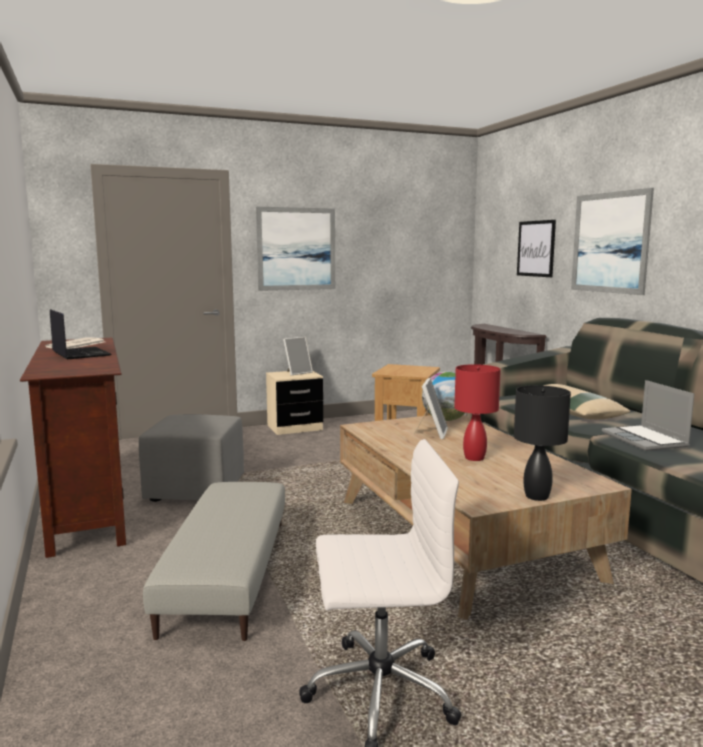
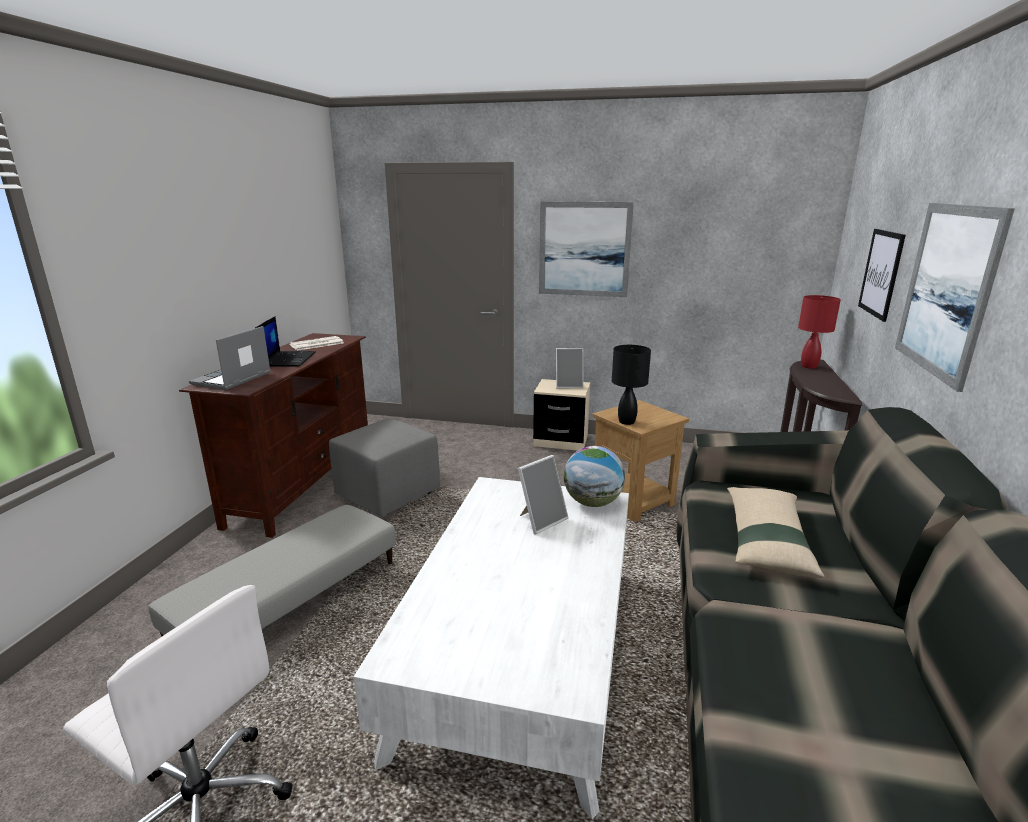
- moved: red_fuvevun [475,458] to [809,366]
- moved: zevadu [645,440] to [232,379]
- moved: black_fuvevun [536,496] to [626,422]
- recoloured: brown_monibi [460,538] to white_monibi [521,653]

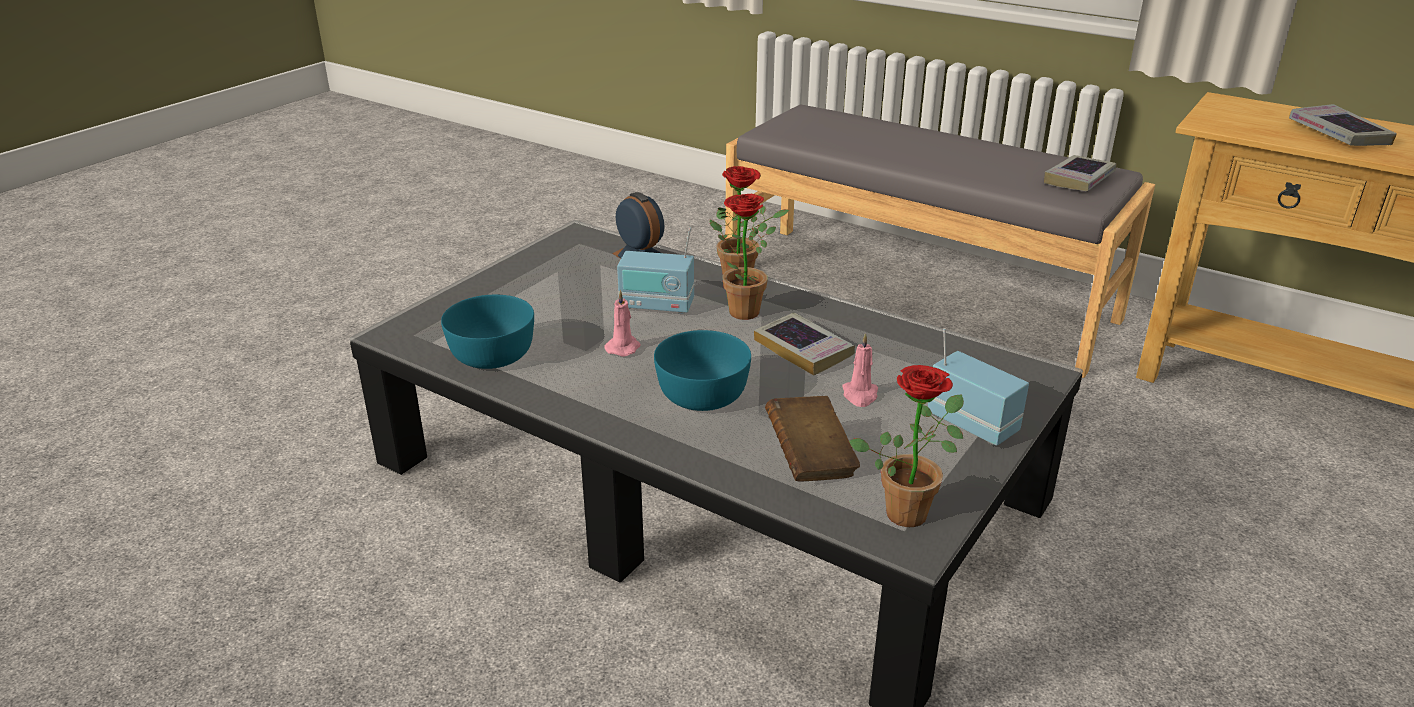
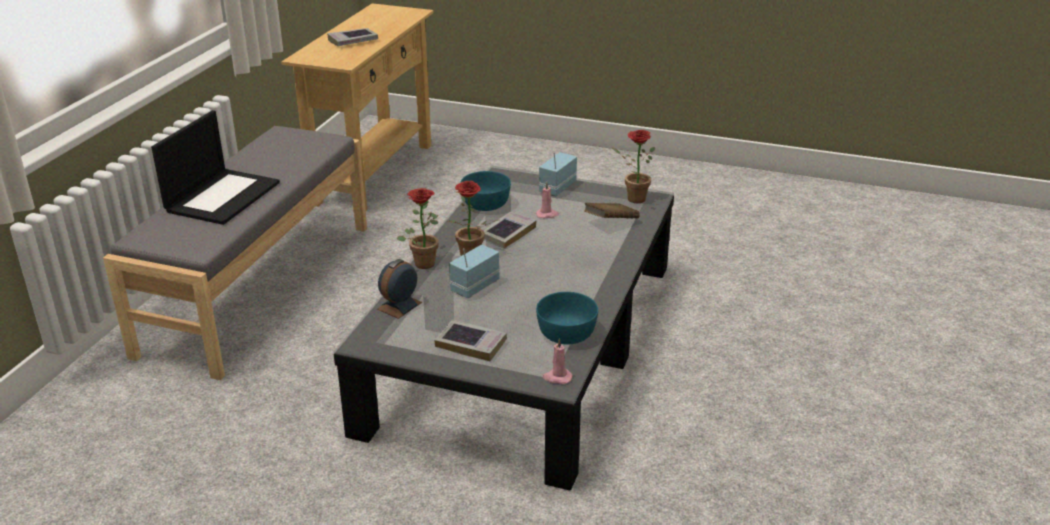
- moved: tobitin [1079,179] to [471,344]
- turned: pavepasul [656,306] = [474,286] 135 degrees counterclockwise
- moved: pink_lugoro [623,347] to [557,377]
- moved: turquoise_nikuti [701,395] to [486,204]
- added: zevadu [222,196]

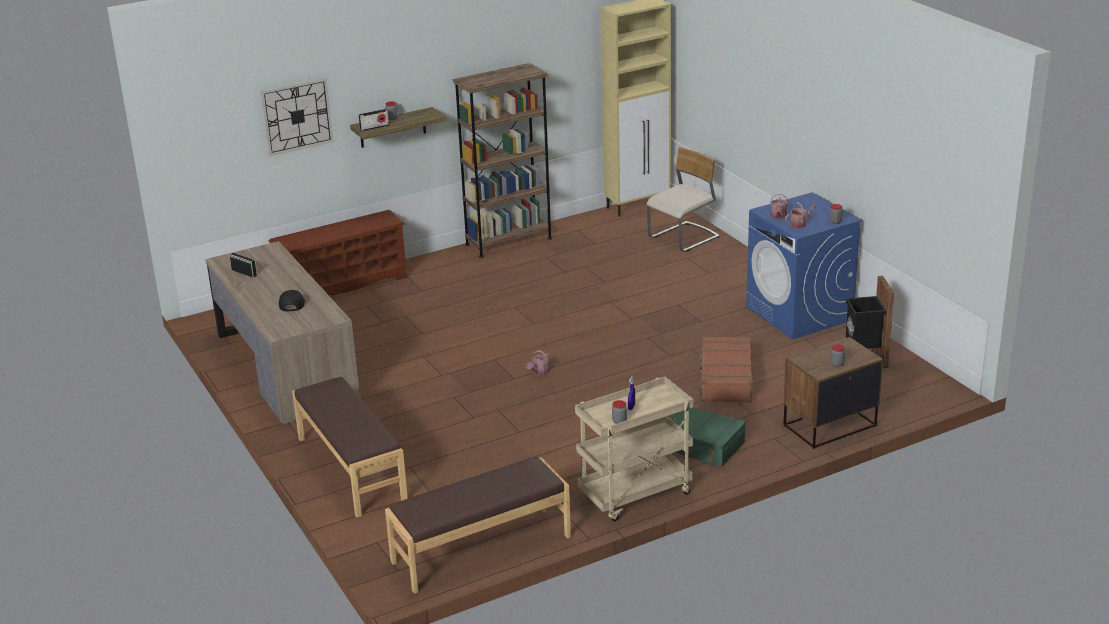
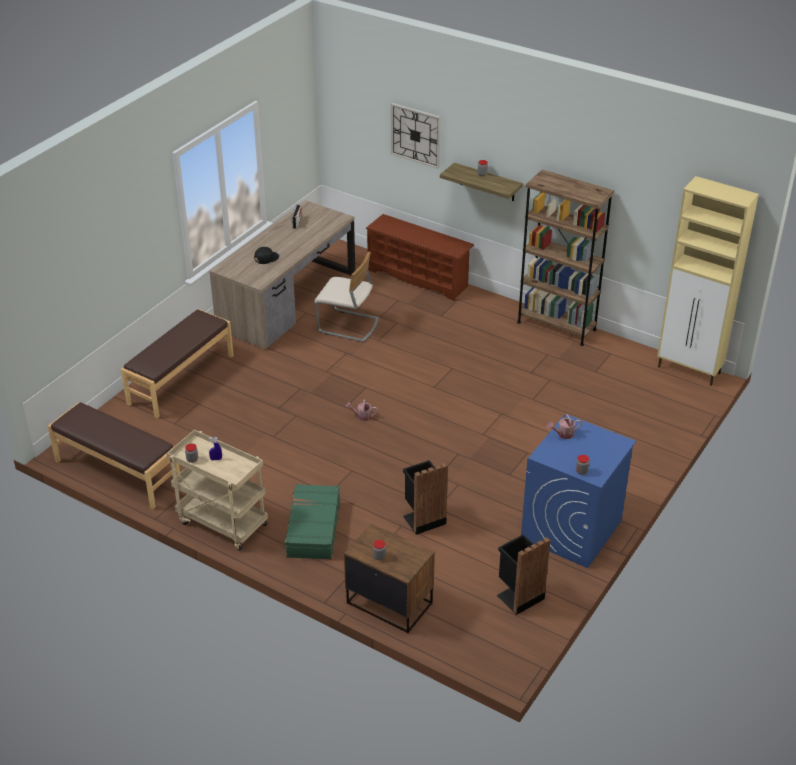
- removed: pavepasul [374,127]
- moved: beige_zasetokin [684,238] to [348,326]
- removed: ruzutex [800,224]
- replaced: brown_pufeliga [725,379] to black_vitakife [423,518]

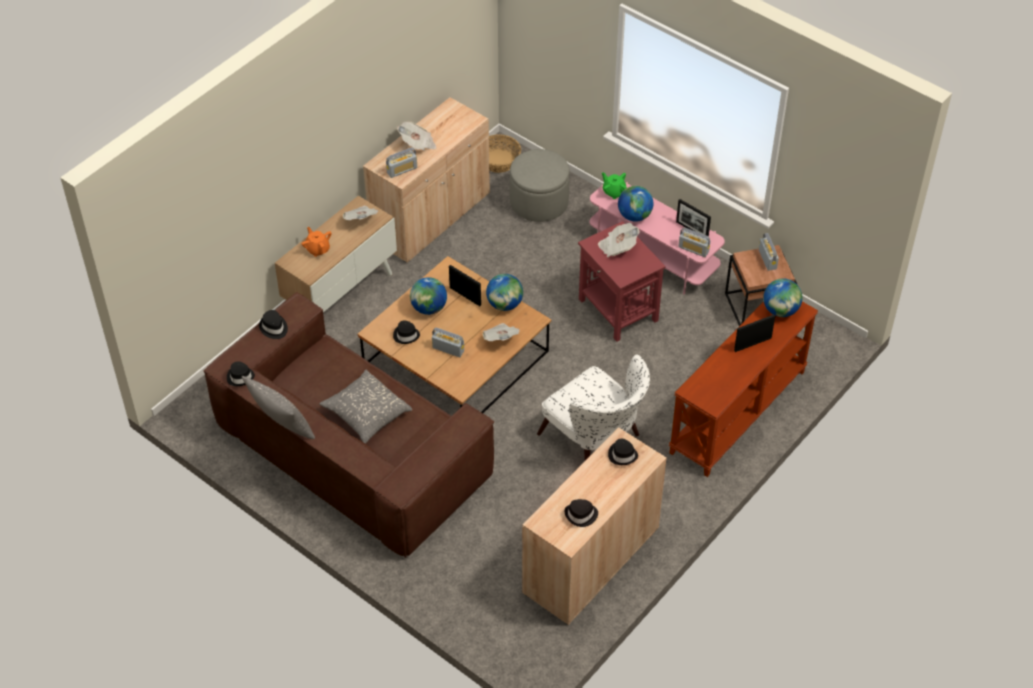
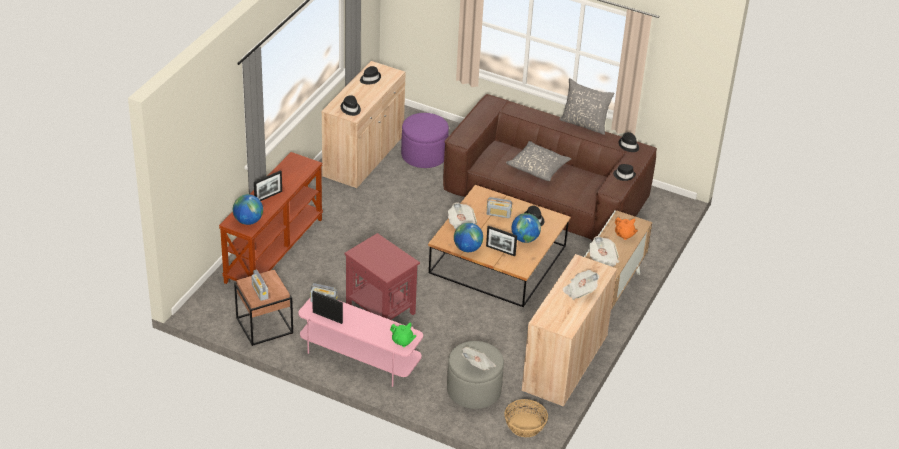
- removed: pavepasul [402,170]
- removed: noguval [634,216]
- moved: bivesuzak [617,247] to [478,365]
- removed: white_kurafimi [596,441]
- added: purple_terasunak [424,155]

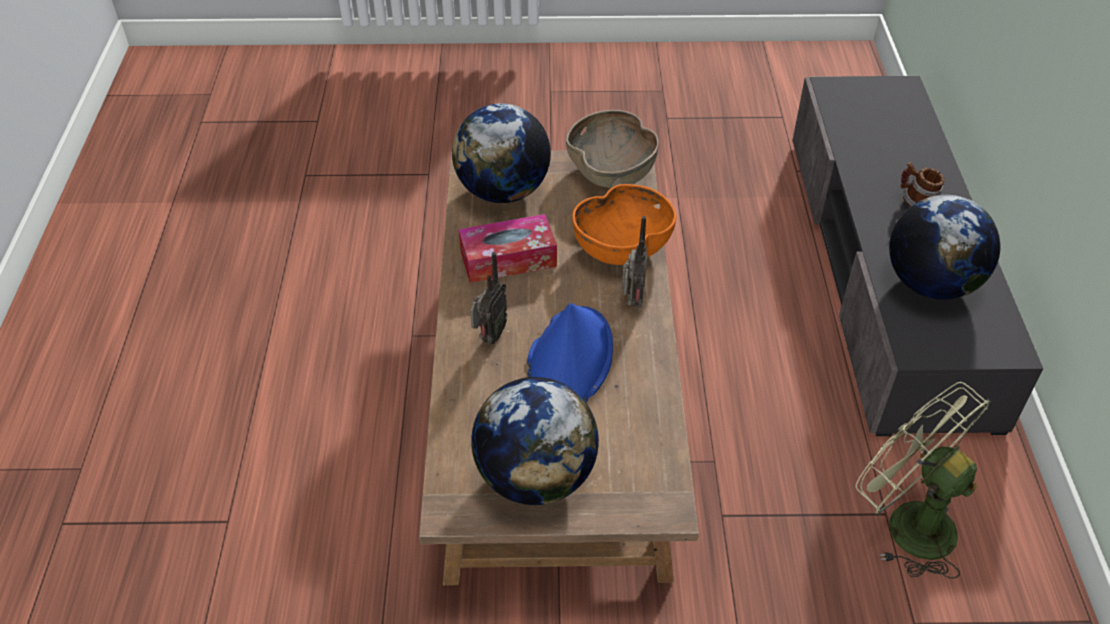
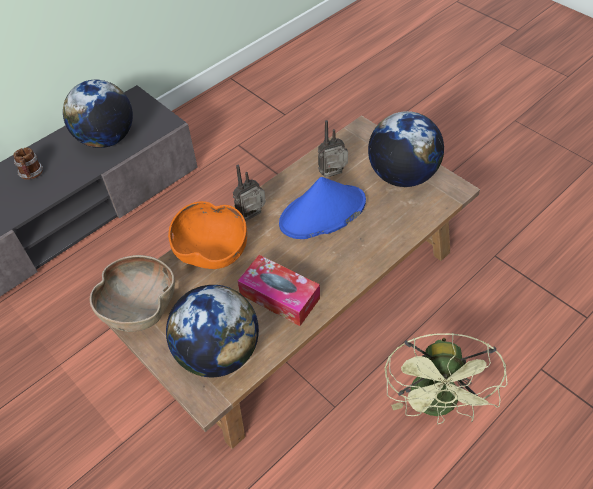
- moved: pavepasul [489,337] to [334,176]
- moved: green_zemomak [906,522] to [436,405]

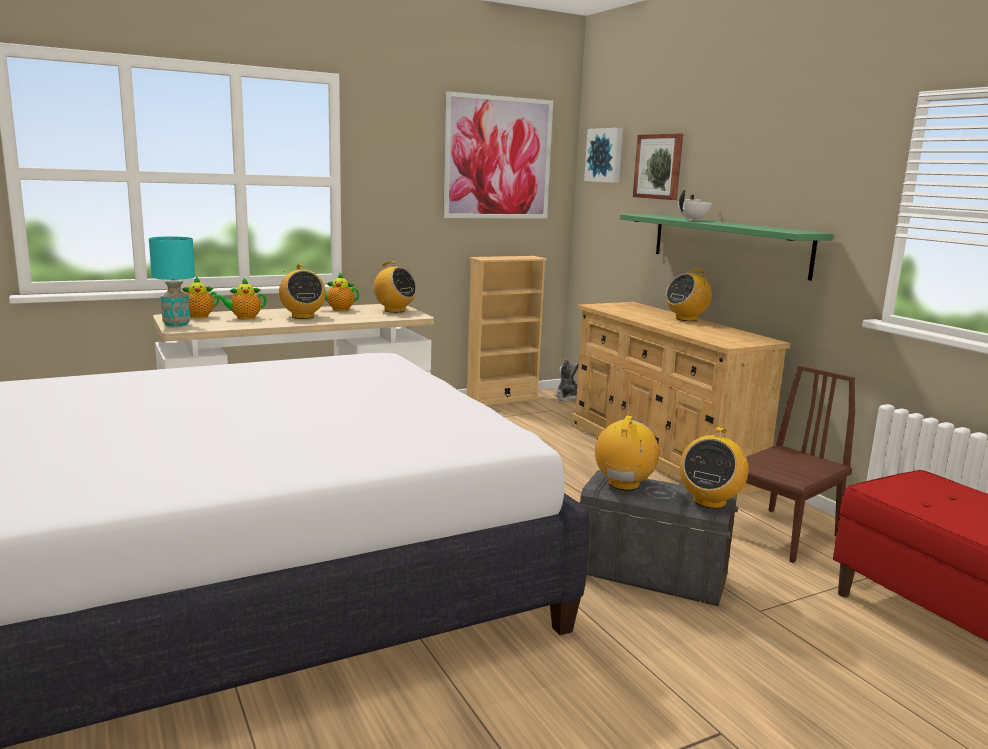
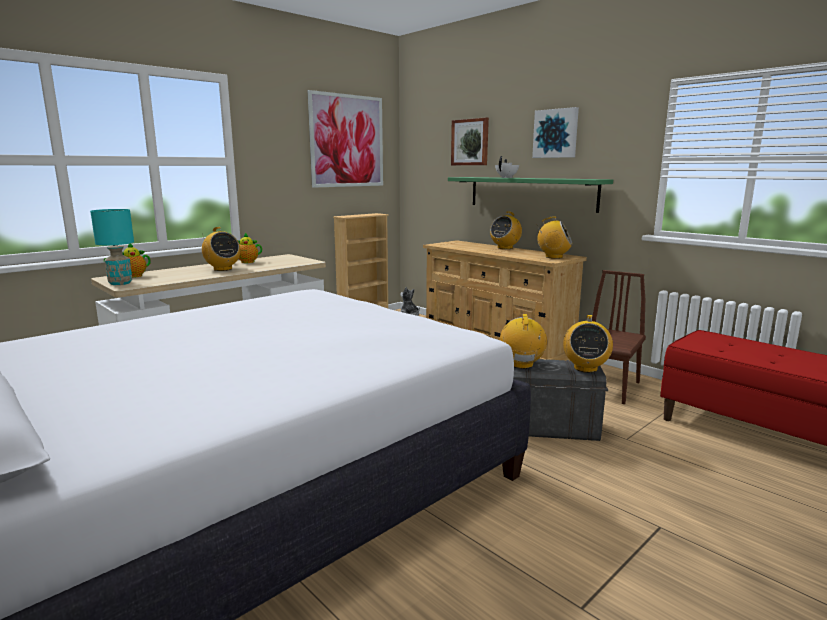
- moved: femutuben [605,155] to [556,133]
- moved: pavepasul [394,310] to [553,257]
- removed: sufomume [243,318]

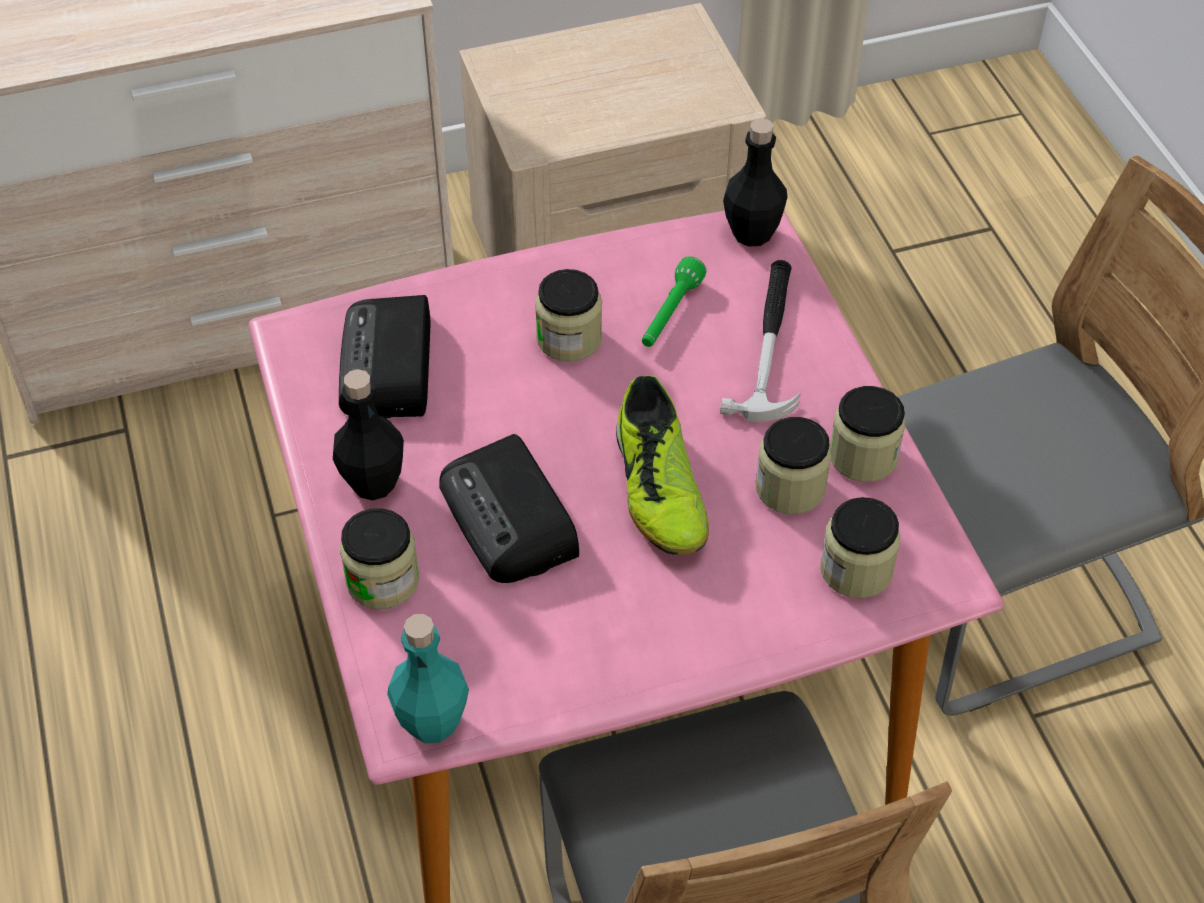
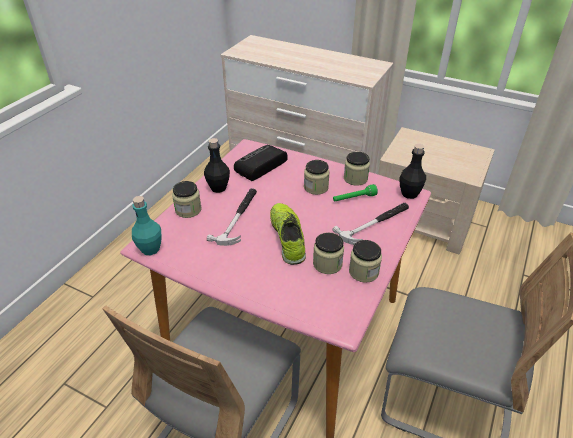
- turned: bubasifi [658,489] = [288,237] 135 degrees clockwise
- replaced: pavepasul [511,519] to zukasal [238,218]
- moved: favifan [856,570] to [355,178]

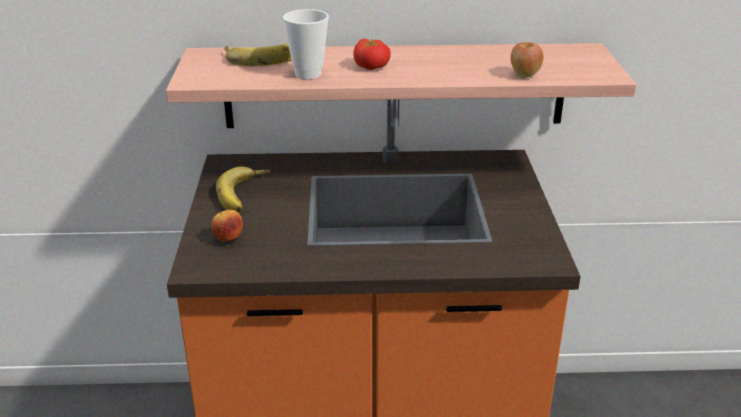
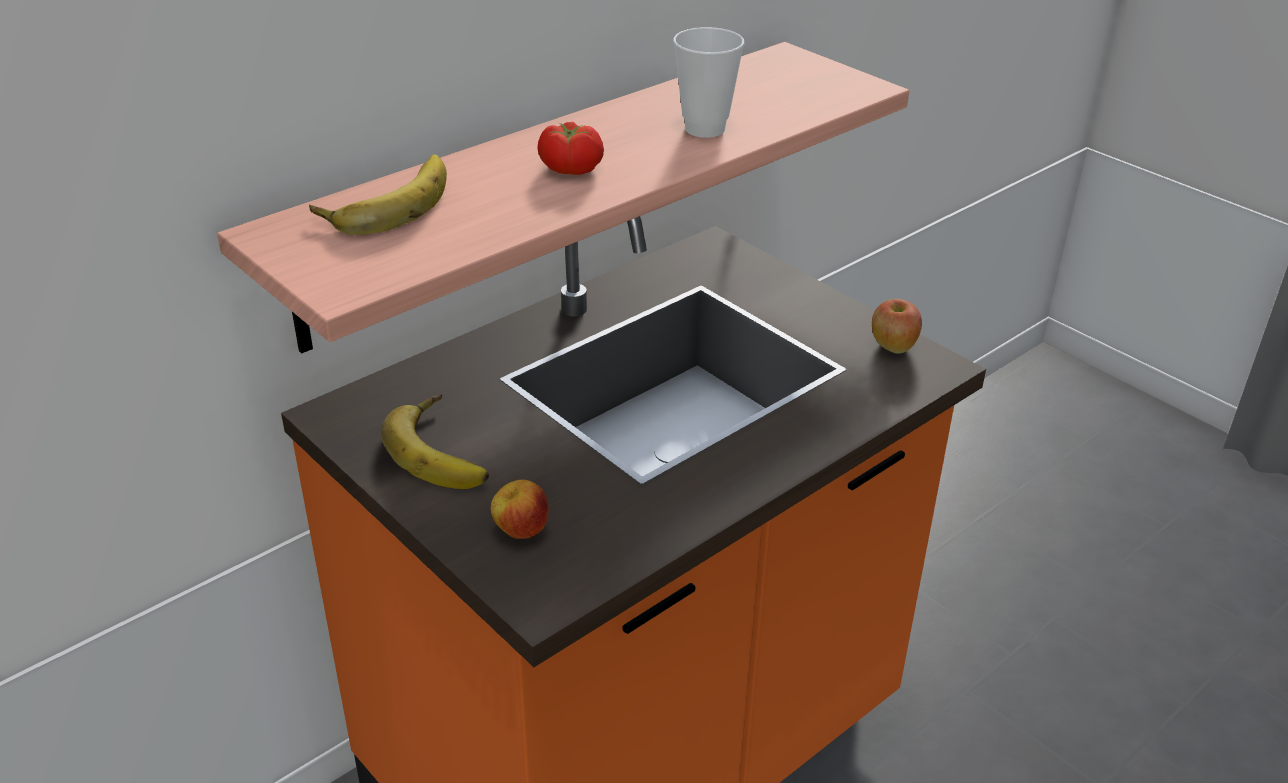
- moved: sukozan [308,74] to [705,129]
- moved: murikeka [524,75] to [892,347]

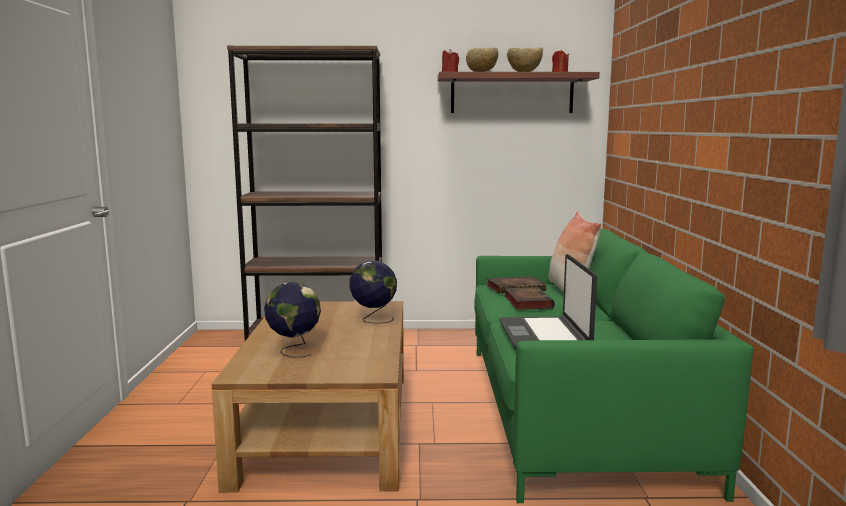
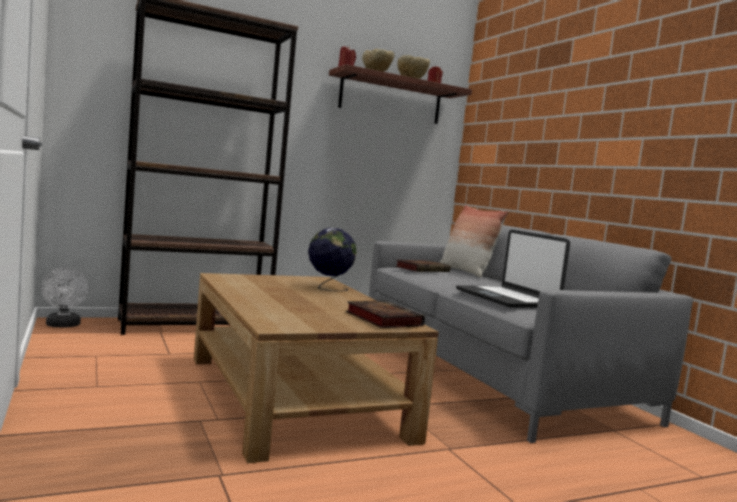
- recoloured: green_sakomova [572,410] to grey_sakomova [491,374]
- removed: noguval [294,350]
- moved: tobitin [526,302] to [381,319]
- added: white_zemomak [63,325]

